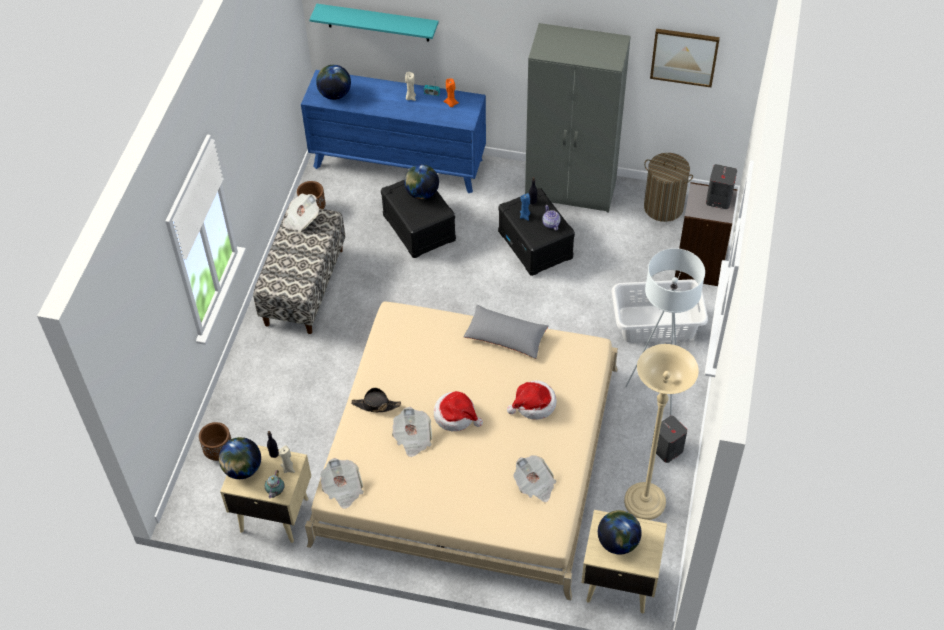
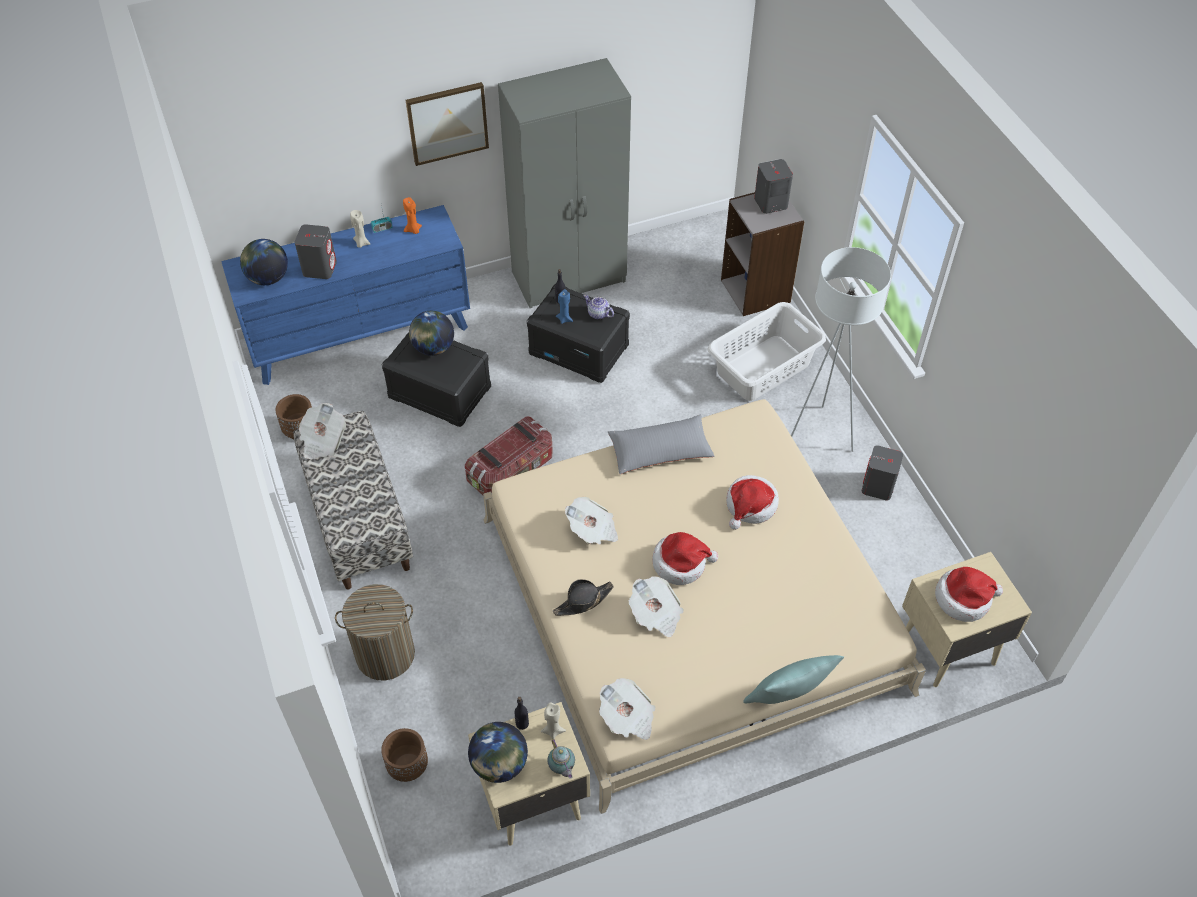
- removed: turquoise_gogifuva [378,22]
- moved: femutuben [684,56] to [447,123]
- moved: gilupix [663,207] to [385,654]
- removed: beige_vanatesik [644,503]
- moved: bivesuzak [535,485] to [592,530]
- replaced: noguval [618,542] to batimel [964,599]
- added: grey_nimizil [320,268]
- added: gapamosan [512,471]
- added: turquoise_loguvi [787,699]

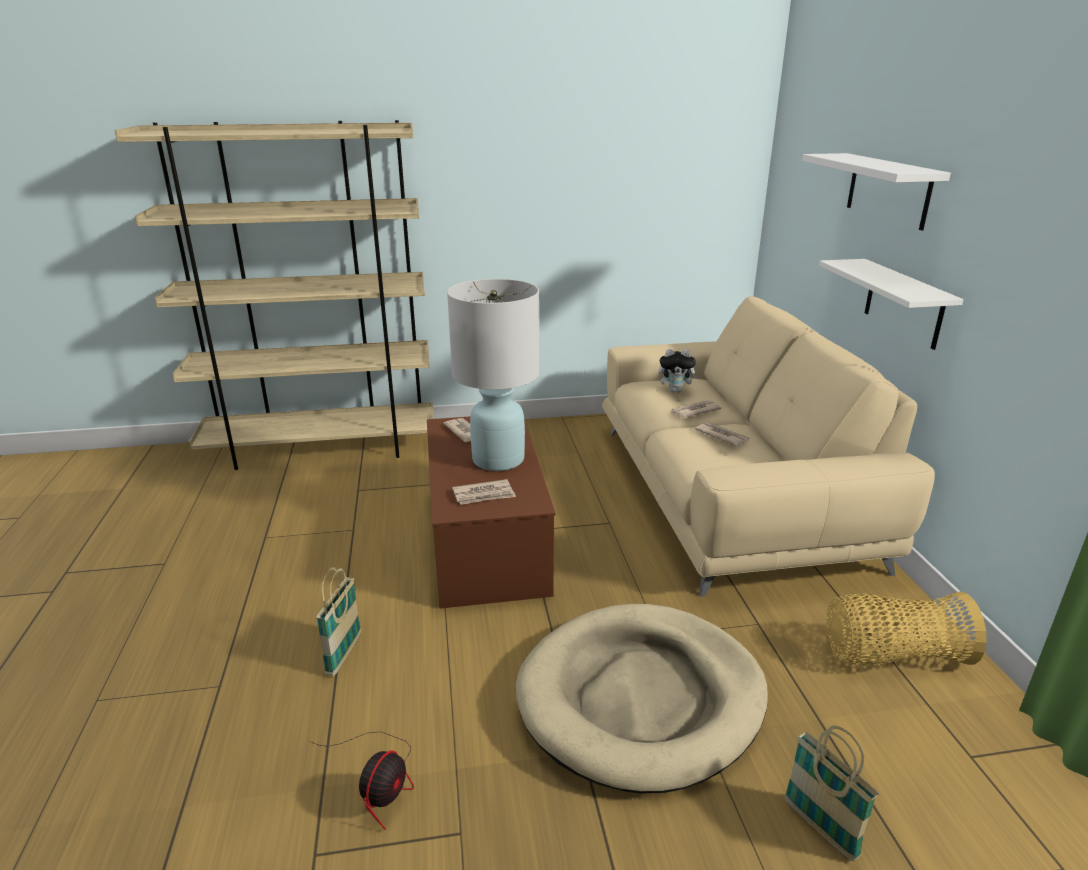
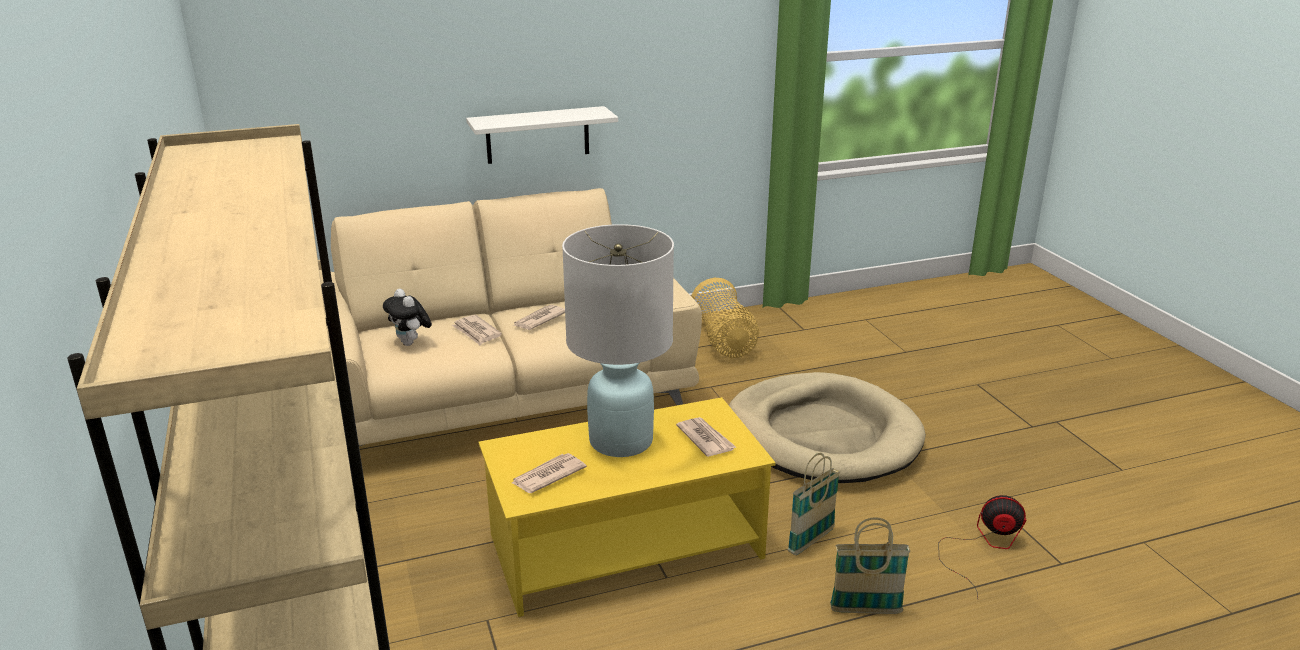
- removed: white_gogifuva [888,190]
- turned: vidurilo [676,391] = [411,343] 150 degrees clockwise
- recoloured: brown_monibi [486,540] to yellow_monibi [627,546]
- moved: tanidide [820,828] to [811,541]

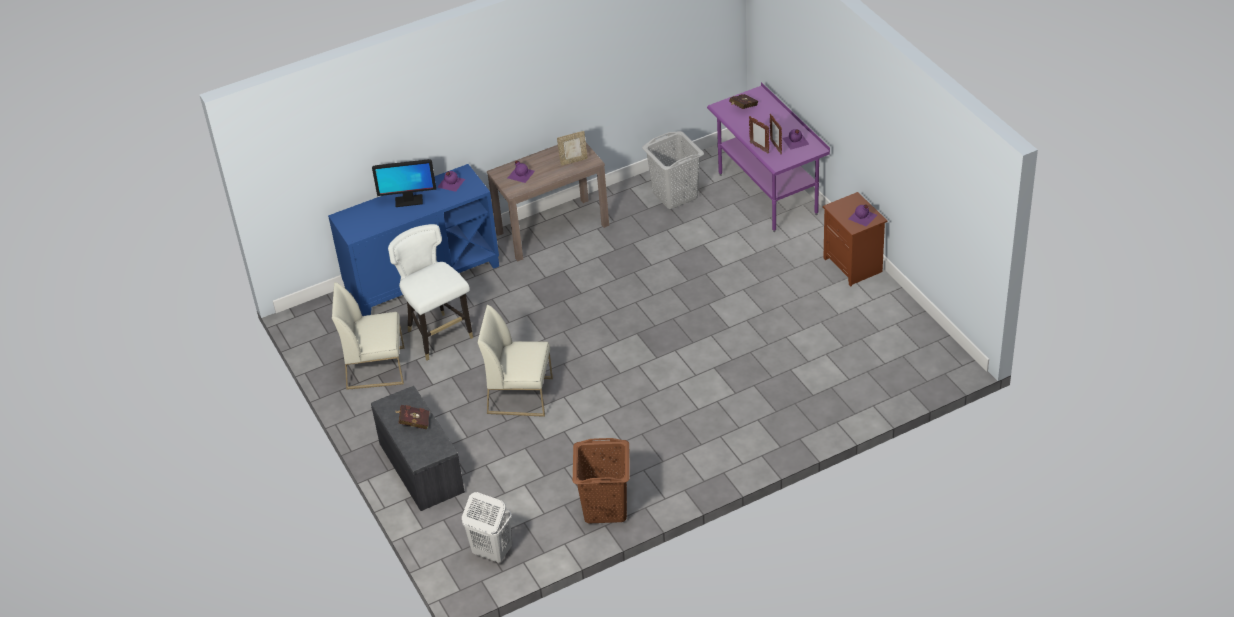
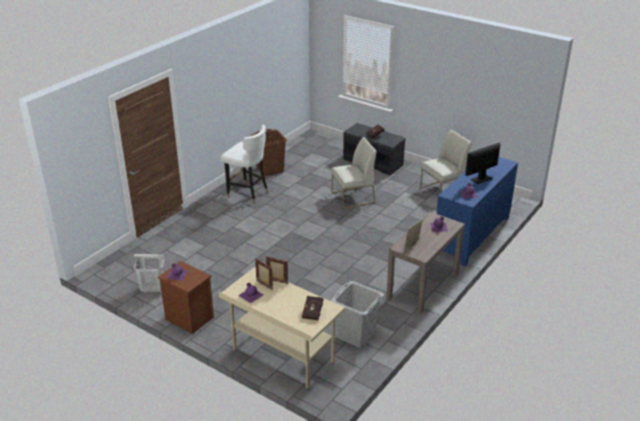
- recoloured: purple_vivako [768,194] to beige_vivako [283,357]
- moved: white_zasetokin [439,336] to [247,194]
- moved: white_gilupix [491,552] to [153,289]

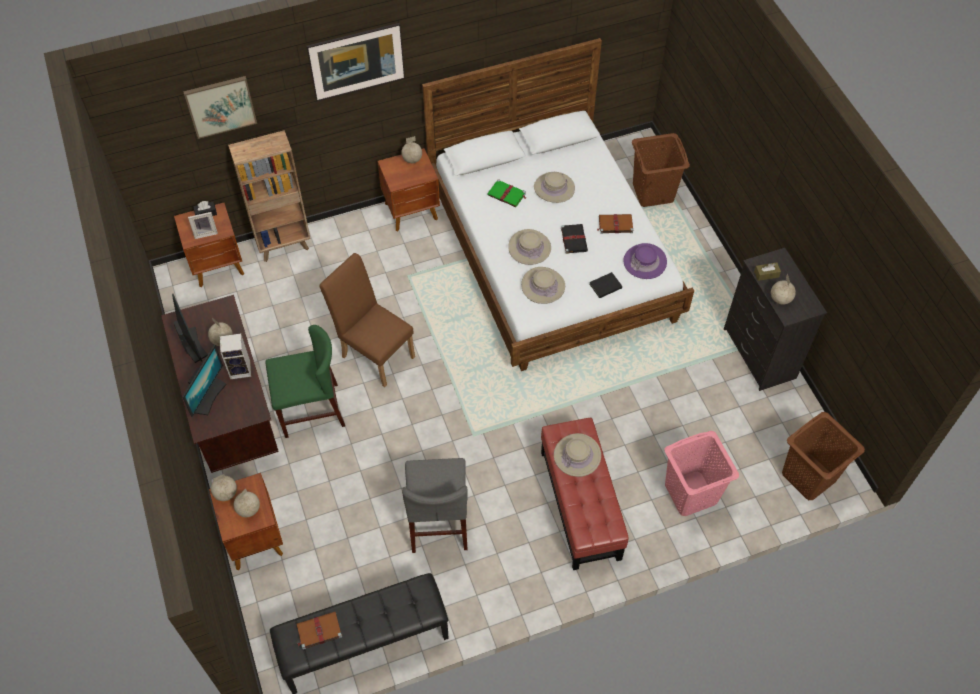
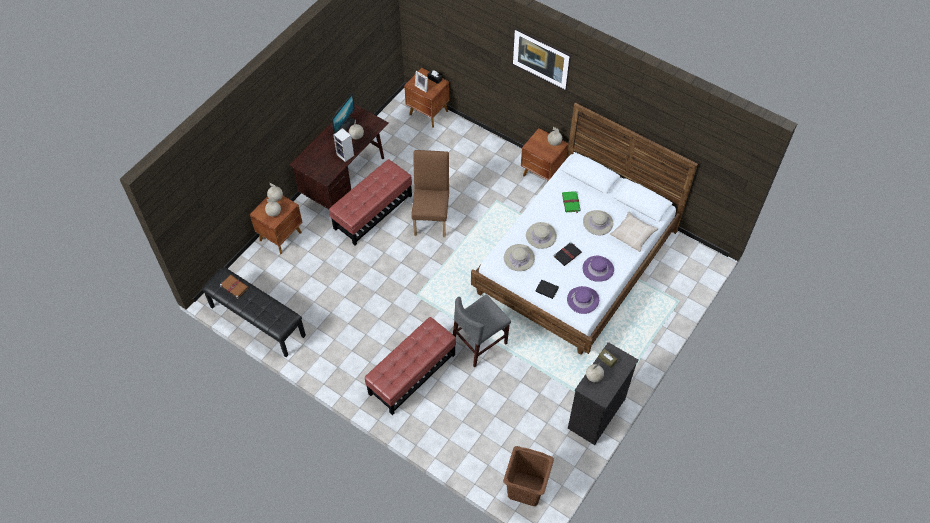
- removed: femutuben [220,106]
- removed: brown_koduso [284,245]
- removed: brown_gilupix [653,192]
- replaced: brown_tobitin [615,224] to purple_batimel [598,269]
- replaced: green_zasetokin [311,410] to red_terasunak [373,212]
- removed: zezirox [208,396]
- removed: pink_gilupix [690,493]
- removed: beige_batimel [577,455]
- moved: grey_zasetokin [438,521] to [479,342]
- added: beige_loguvi [633,234]

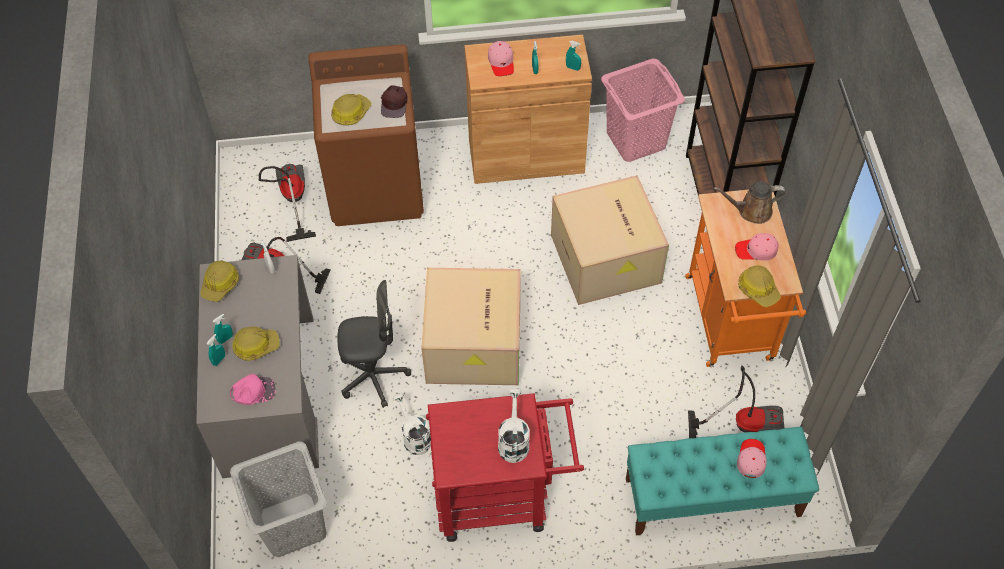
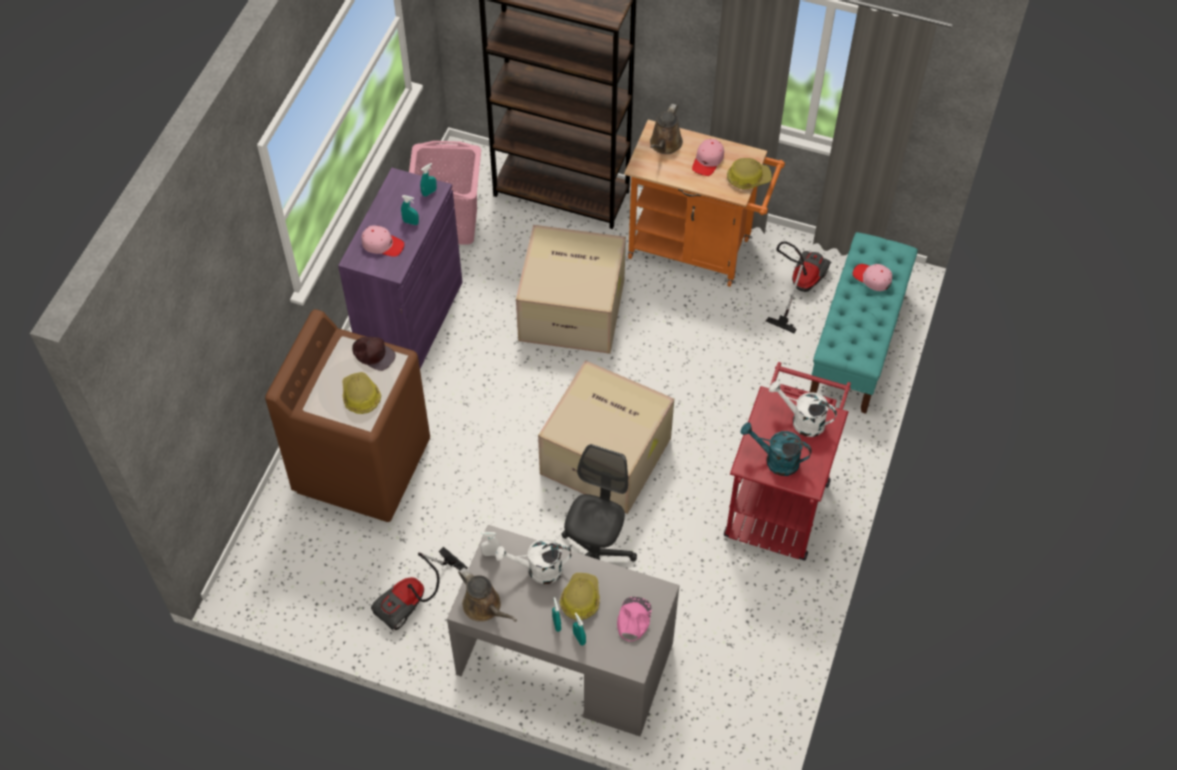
- recoloured: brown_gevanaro [526,157] to purple_gevanaro [411,320]
- removed: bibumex [291,200]
- replaced: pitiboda [220,284] to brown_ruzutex [484,607]
- moved: white_ruzutex [414,436] to [538,570]
- removed: grey_gilupix [292,524]
- added: turquoise_ruzutex [776,460]

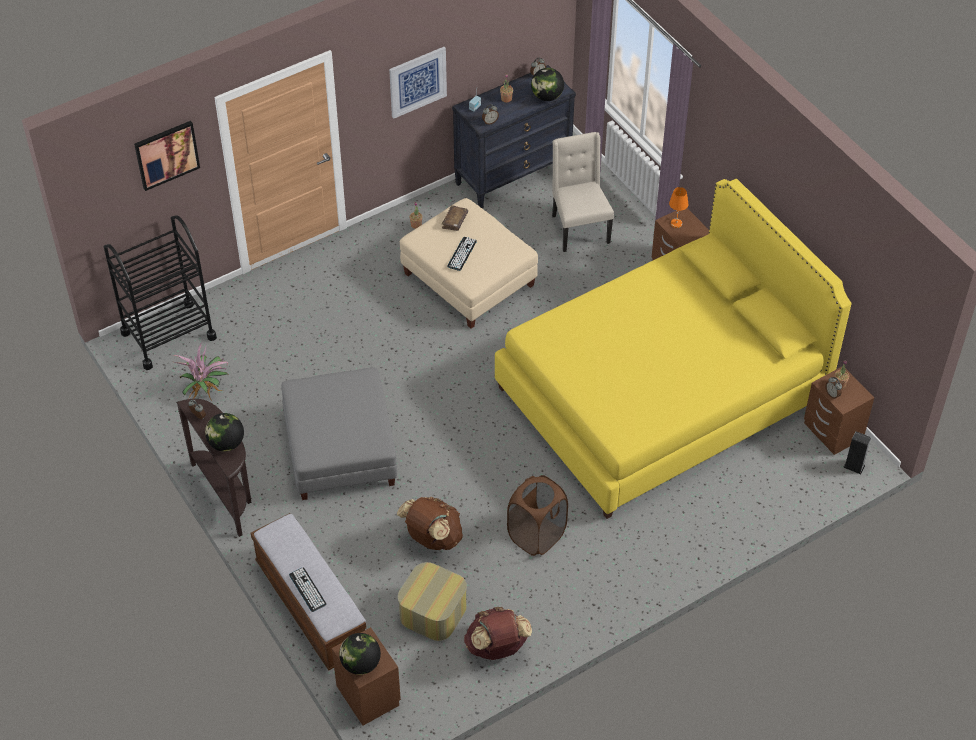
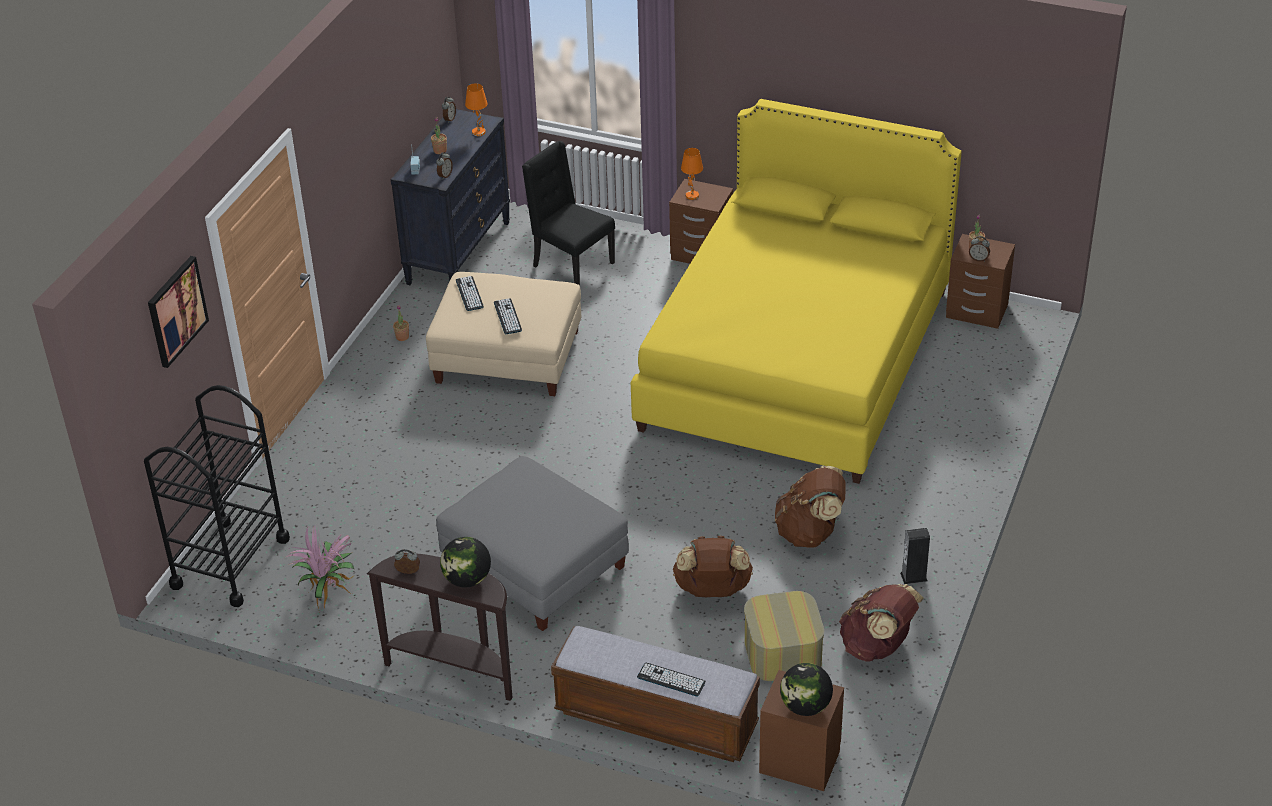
- removed: femutuben [417,81]
- replaced: noguval [547,96] to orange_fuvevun [479,132]
- recoloured: beige_zasetokin [579,229] to black_zasetokin [571,265]
- replaced: brown_tobitin [454,221] to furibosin [469,294]
- moved: nimizil [854,466] to [913,577]
- replaced: brown_gilupix [536,535] to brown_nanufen [810,533]

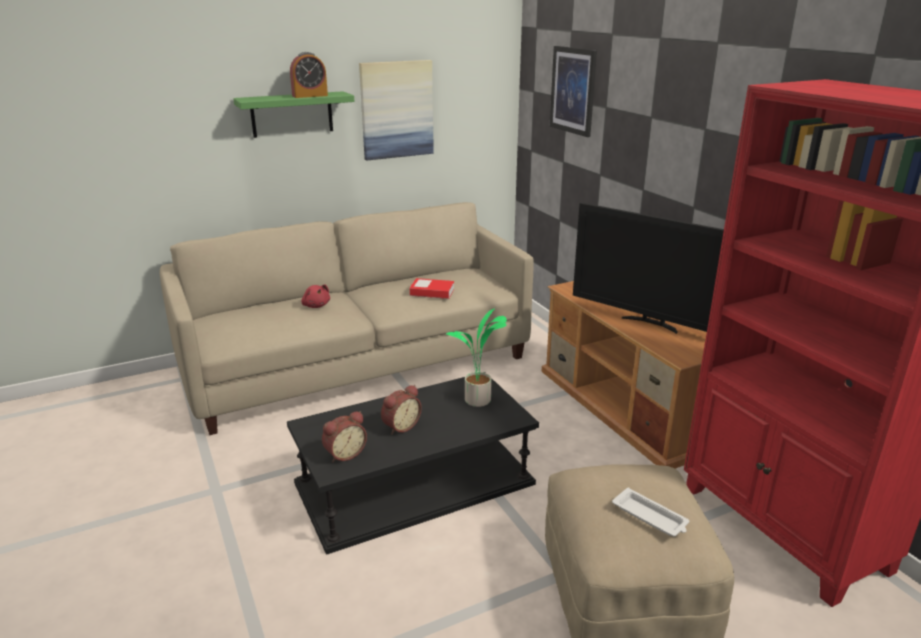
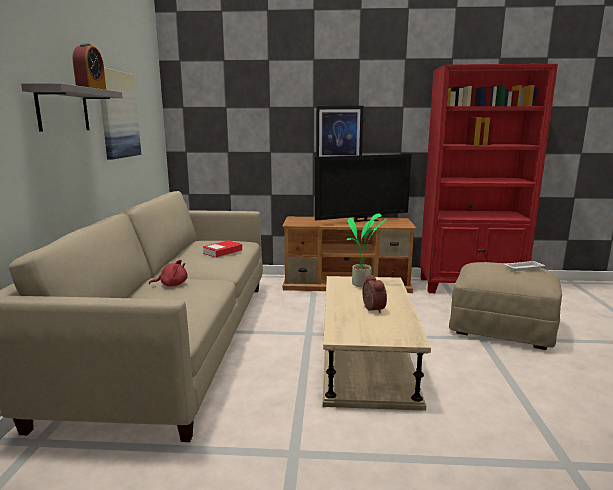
- moved: femutuben [573,90] to [339,134]
- recoloured: green_gogifuva [292,114] to grey_gogifuva [63,109]
- recoloured: black_monibi [415,483] to beige_monibi [366,357]
- removed: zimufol [344,453]

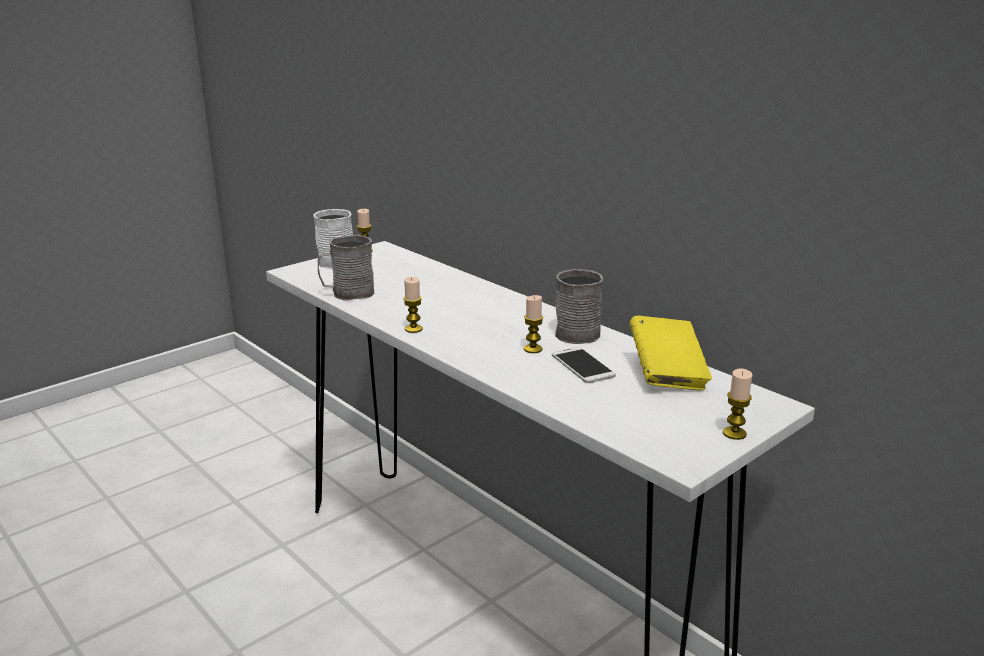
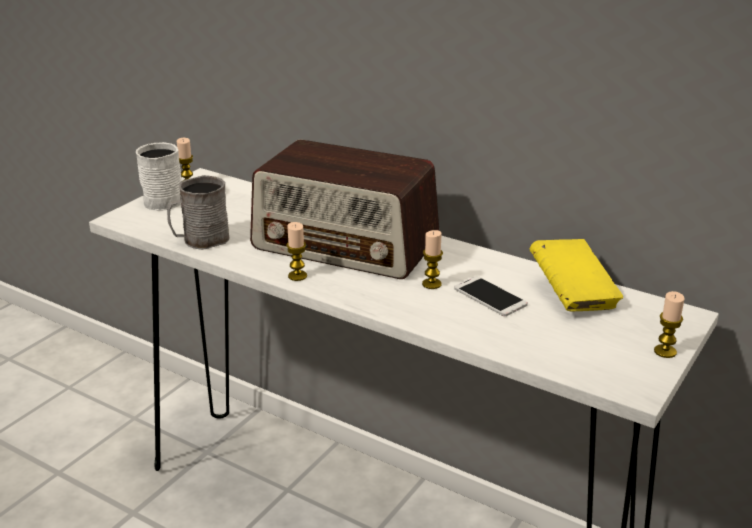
- removed: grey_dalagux [579,332]
- added: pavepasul [346,245]

